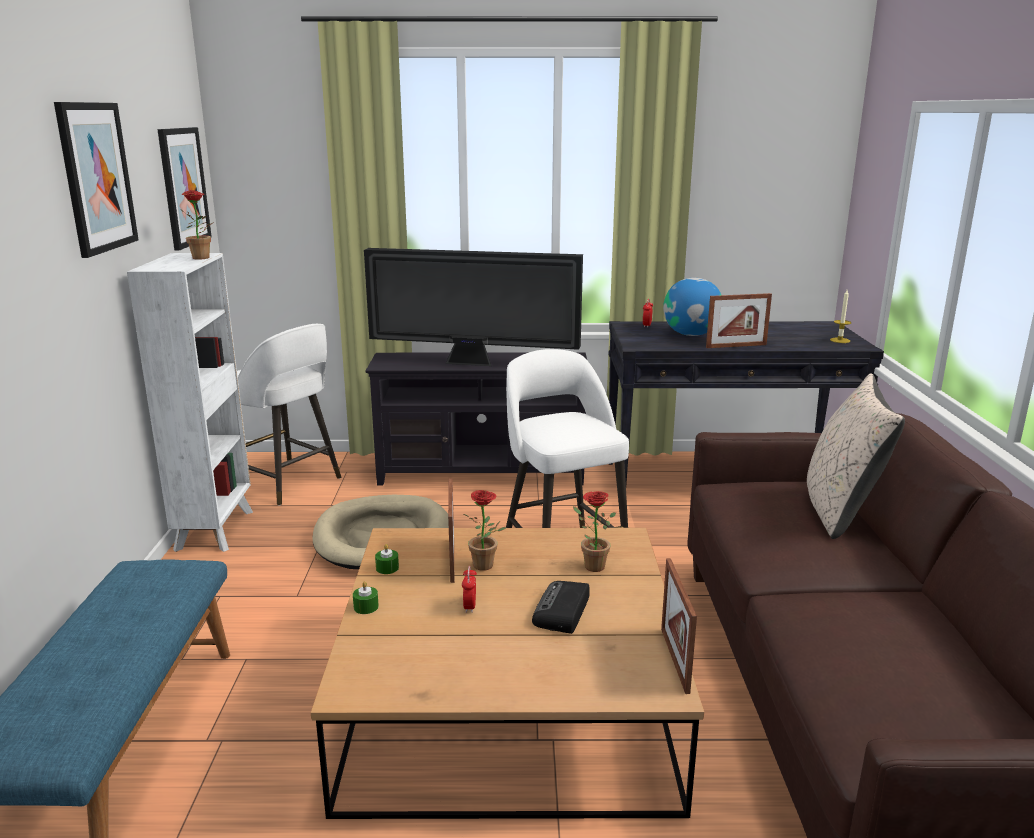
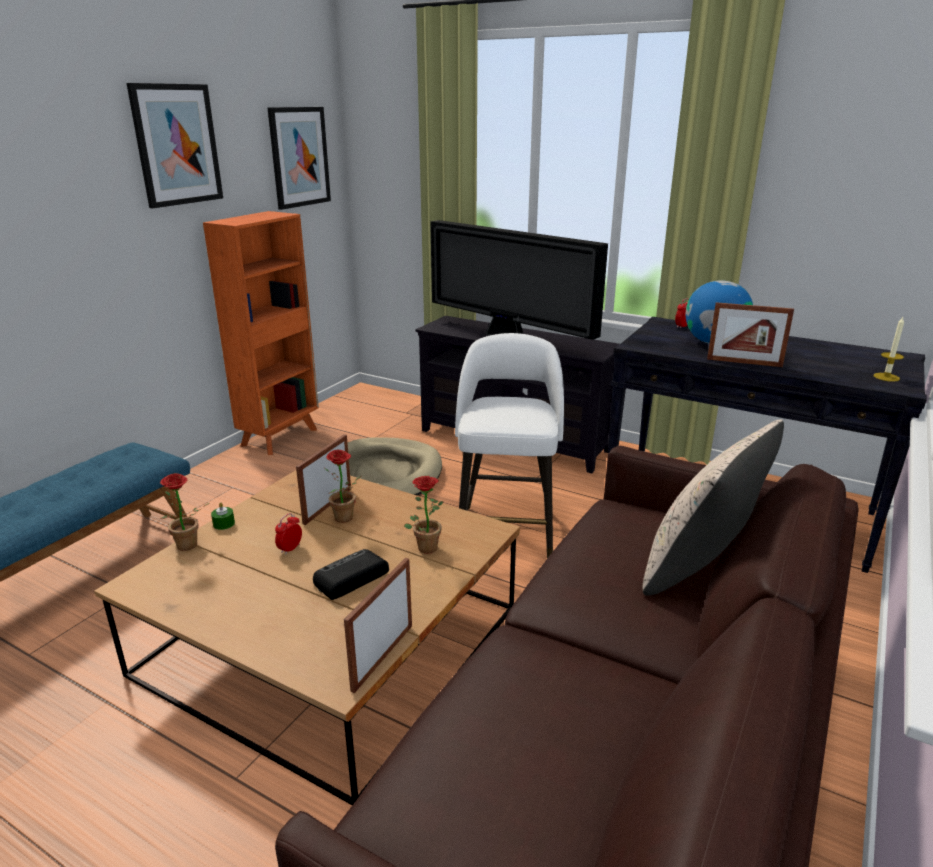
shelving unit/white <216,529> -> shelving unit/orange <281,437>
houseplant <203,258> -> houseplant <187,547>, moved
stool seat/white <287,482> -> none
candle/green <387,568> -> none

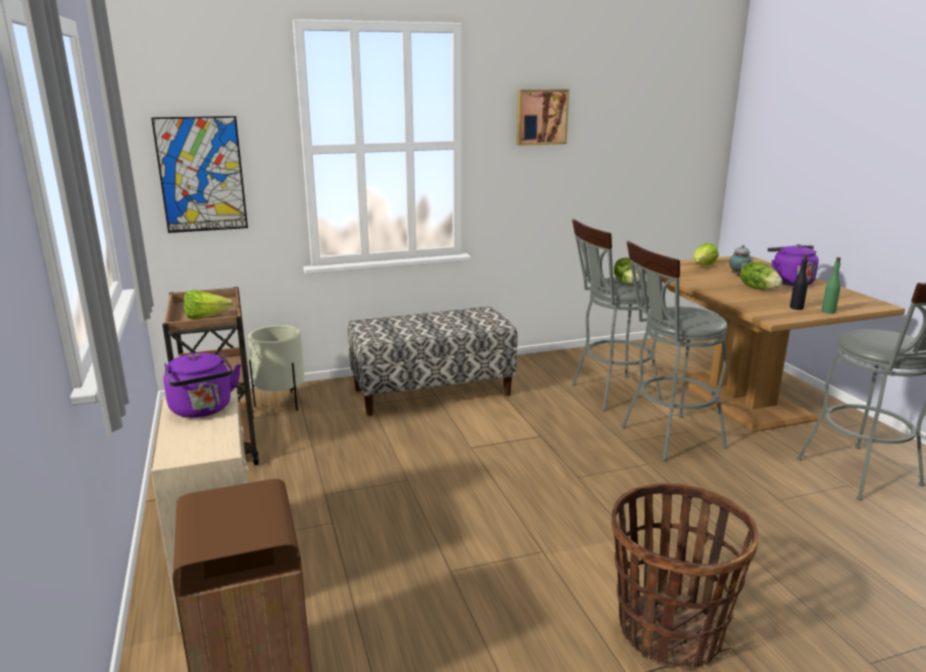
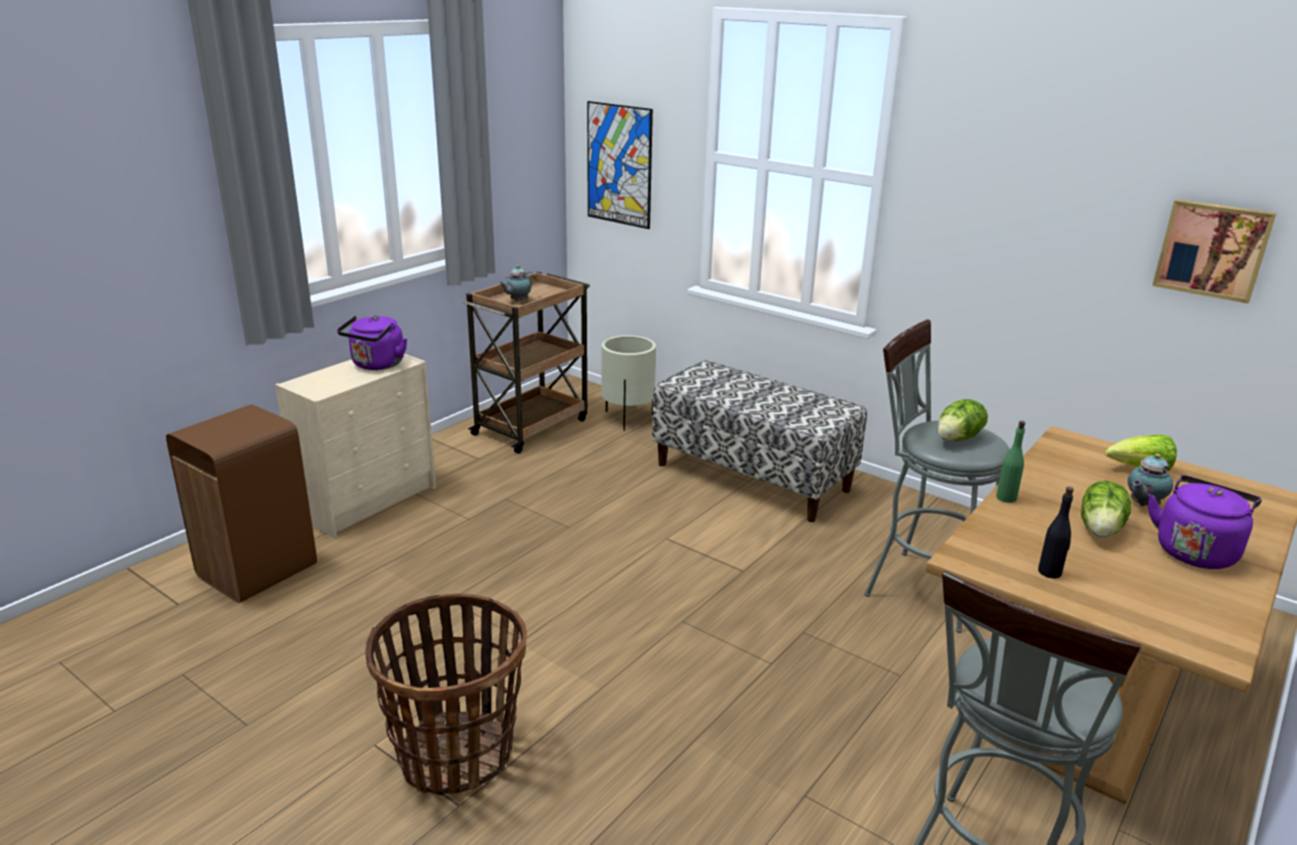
head of lettuce <206,317> -> tea pot <518,301>
wall art <541,117> -> wall art <1212,249>, moved
stool seat/grey <665,438> -> none
bottle/green <828,311> -> bottle/green <1006,498>, moved

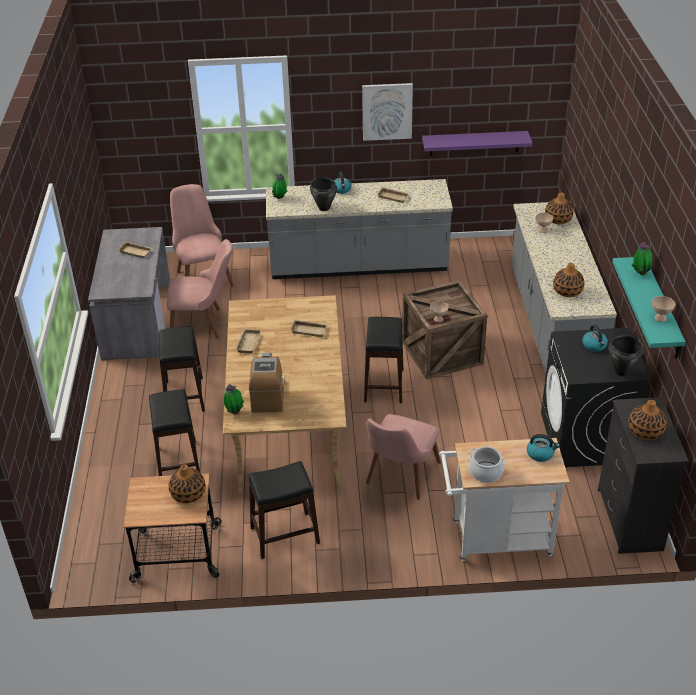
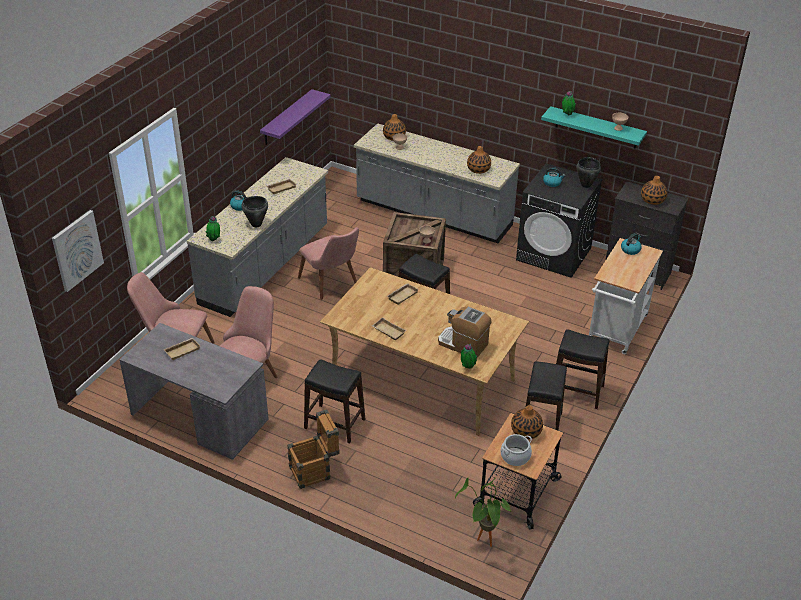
stool seat/blackish <178,463> -> stool seat/blackish <576,392>, moved
wall art <387,111> -> wall art <77,250>, moved
plain chair/pinkish <399,479> -> plain chair/pinkish <332,285>, moved
saucepot <485,472> -> saucepot <515,456>, moved
none -> crate <315,471>
none -> houseplant <483,542>

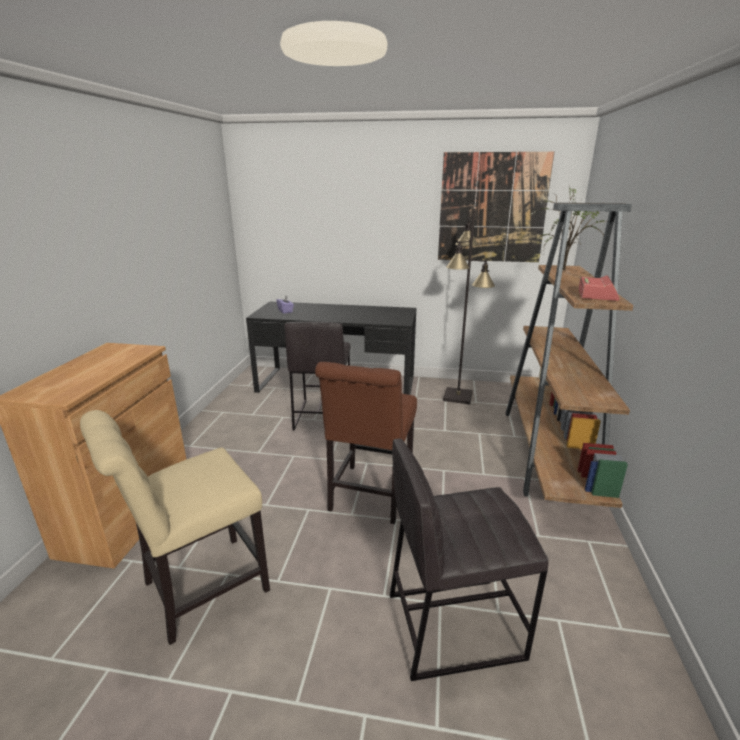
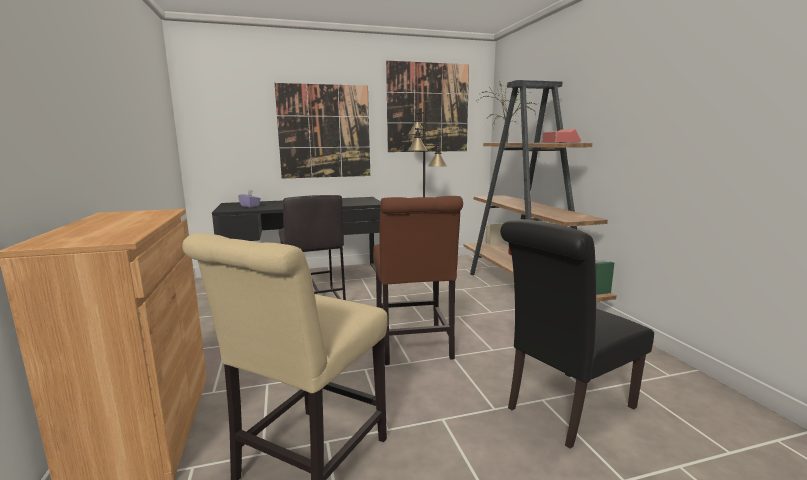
stool seat/grey <452,624> -> plain chair/blackish <565,409>
none -> wall art <324,131>

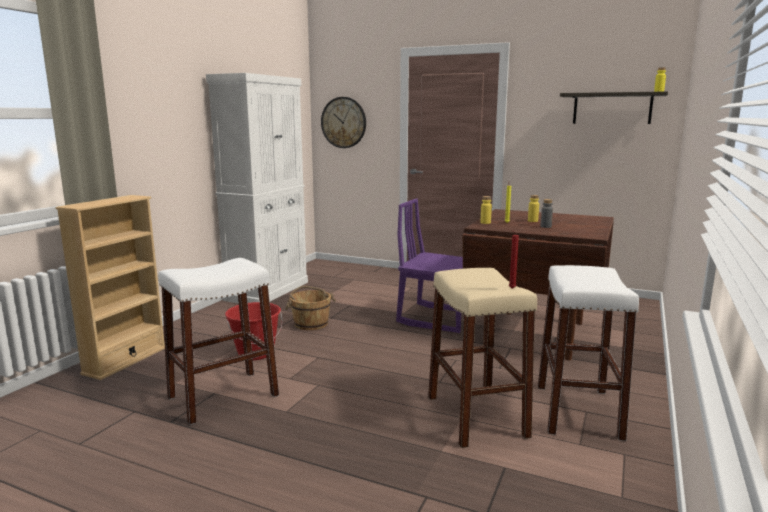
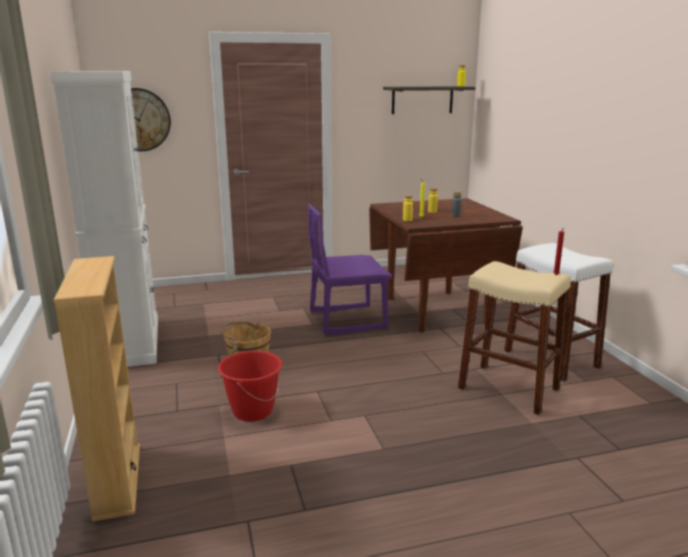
stool seat/white <223,396> -> none

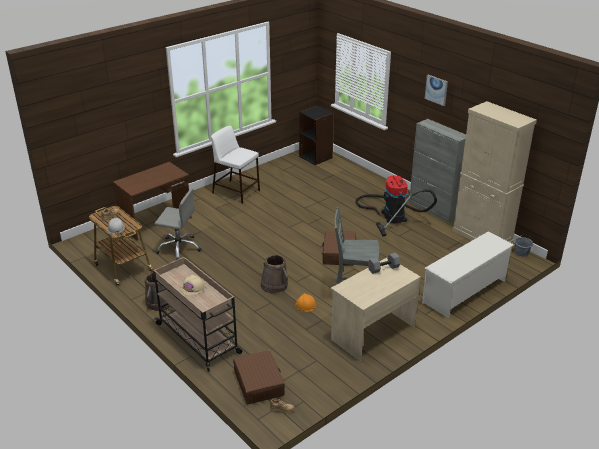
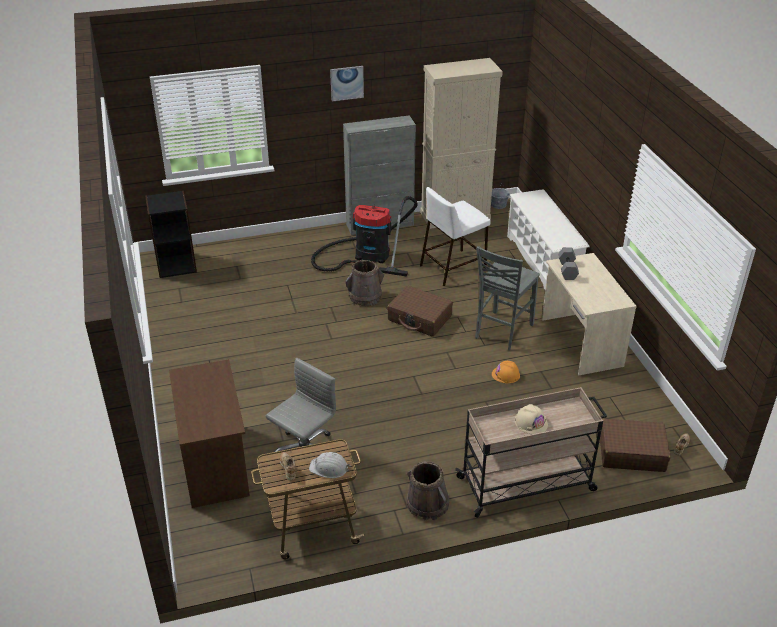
stool seat/white <236,192> -> stool seat/white <453,267>, moved
water bucket/brown-coloured <274,285> -> water bucket/brown-coloured <365,296>, moved

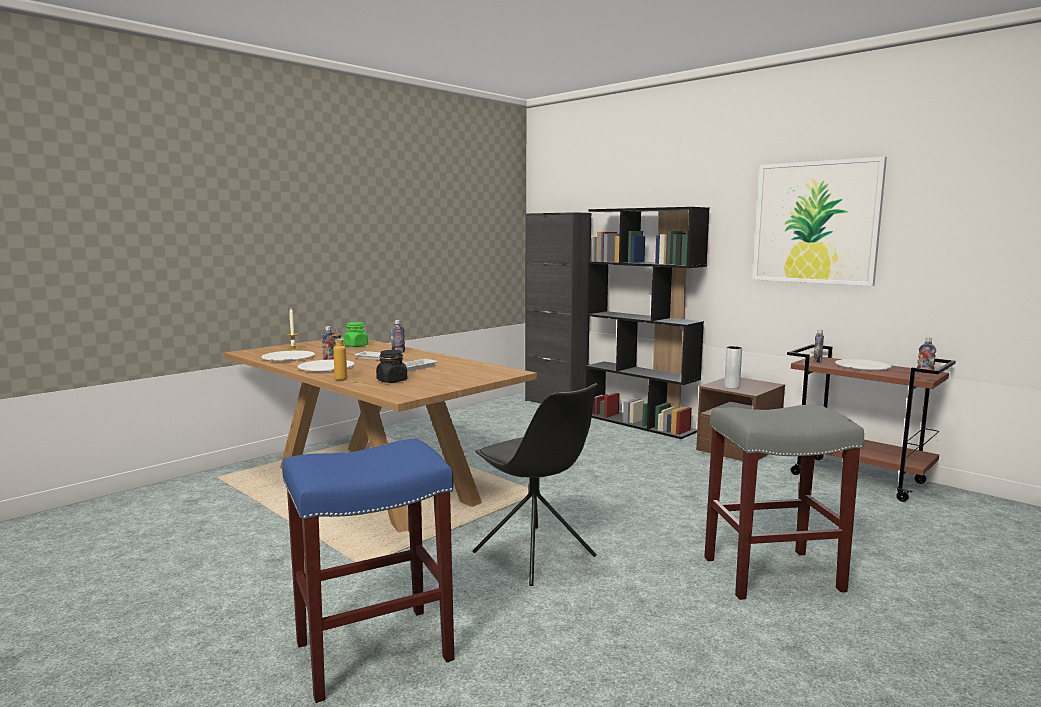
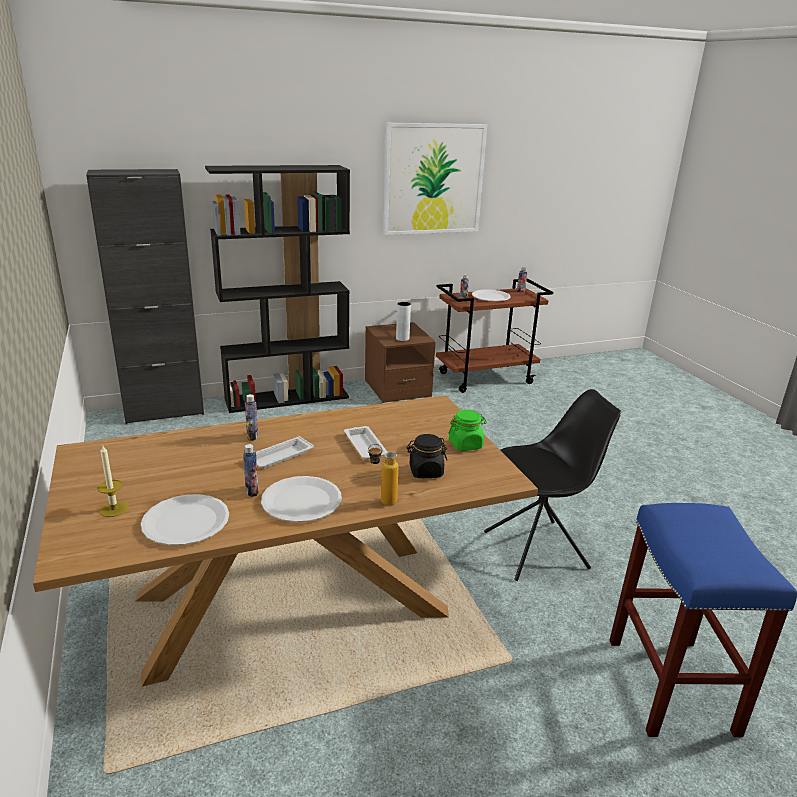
preserve jar/green <356,346> -> preserve jar/green <465,445>, moved
stool seat/grey <773,573> -> none

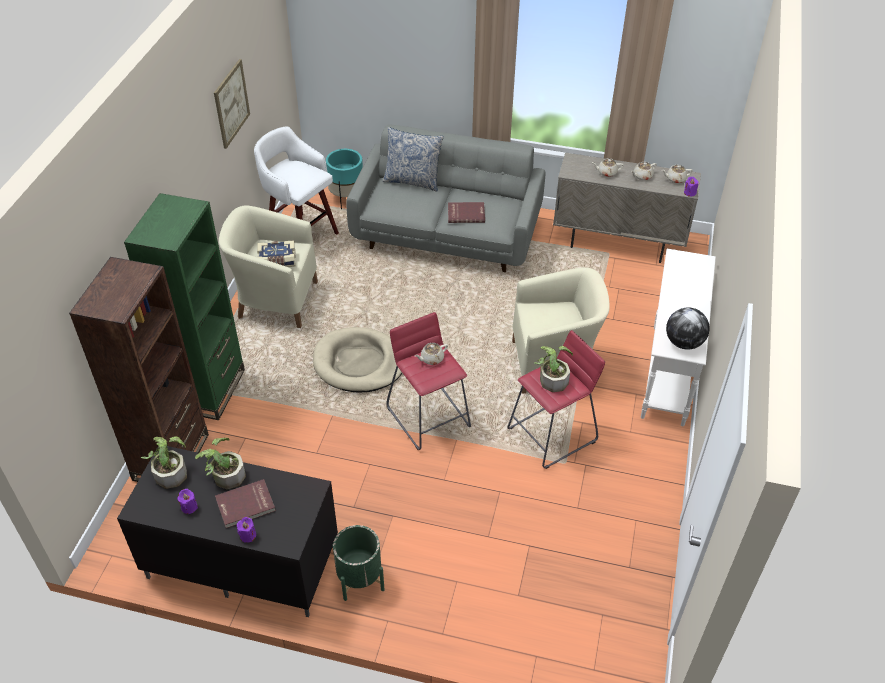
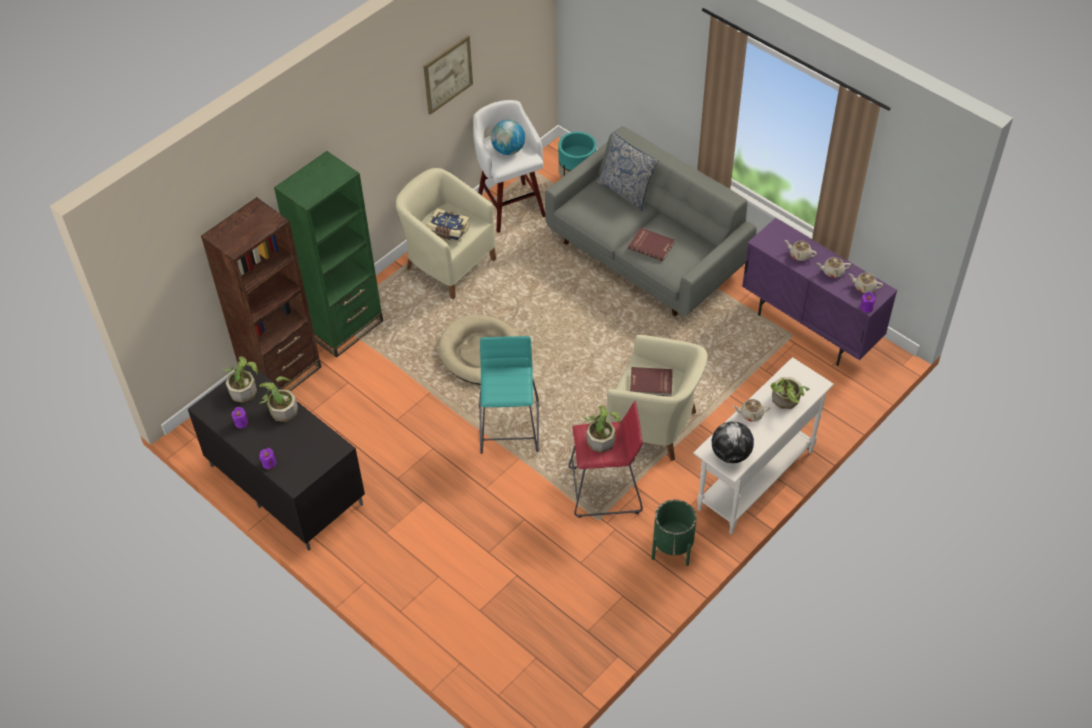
book/reddish <245,505> -> book/reddish <651,383>, moved
planter/green <359,578> -> planter/green <672,547>, moved
stool seat/reddish <429,416> -> stool seat/turquoise-coloured <509,427>
tea pot/sand-coloured <431,359> -> tea pot/sand-coloured <750,414>, moved
storage cabinet/sand-coloured <618,244> -> storage cabinet/purplish <809,329>
none -> globe <508,150>
none -> houseplant <786,401>

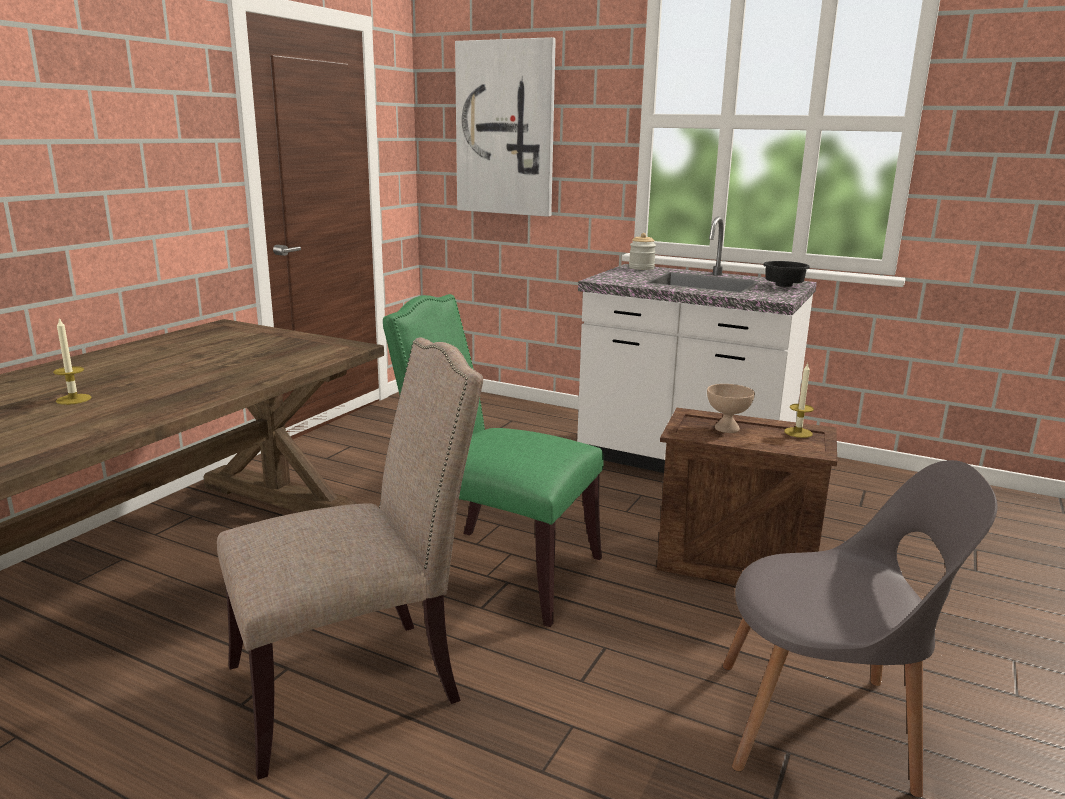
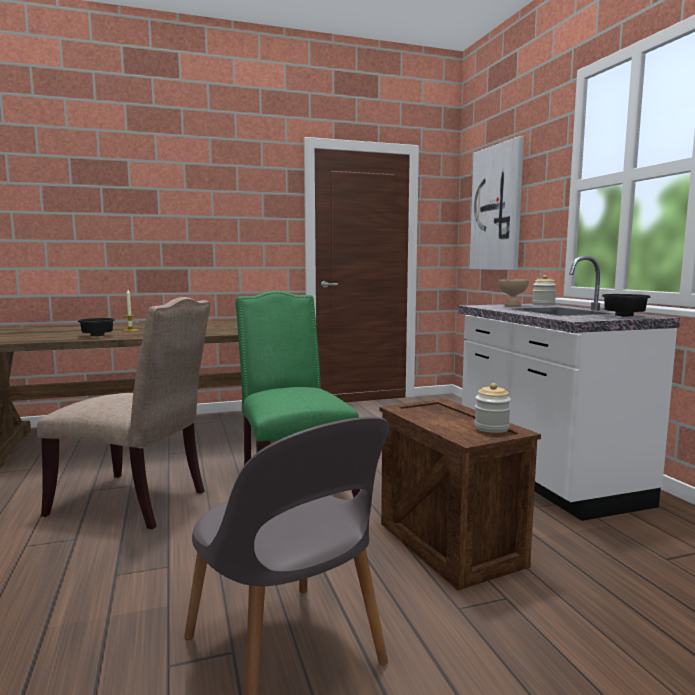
serving bowl/sand-coloured <727,429> -> serving bowl/sand-coloured <512,305>, moved
candle <798,432> -> preserve jar <491,428>
none -> serving bowl/blackish <96,336>

